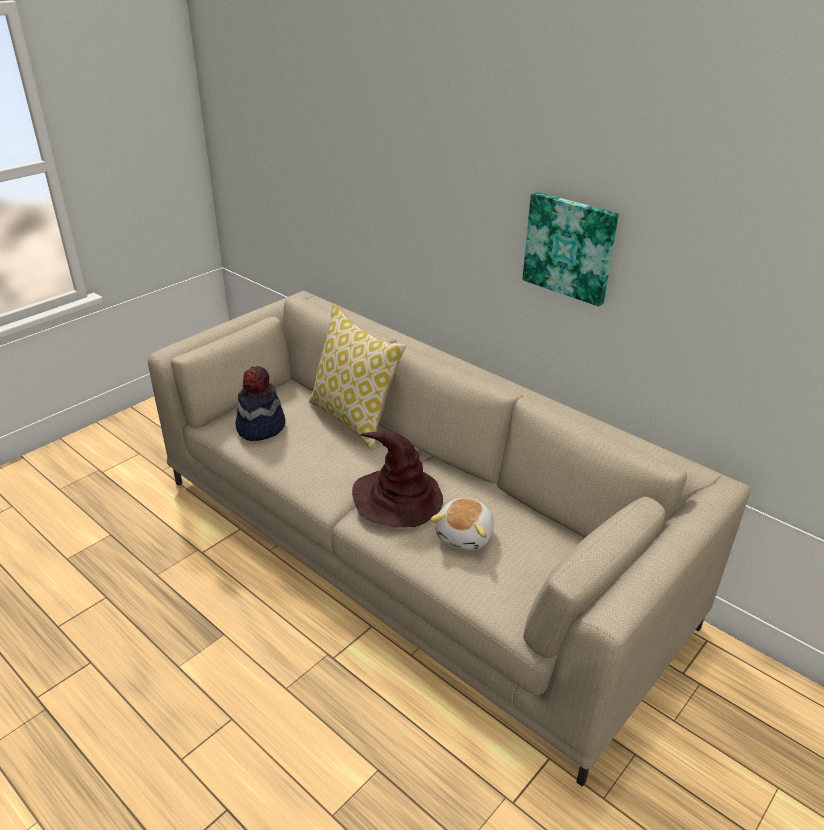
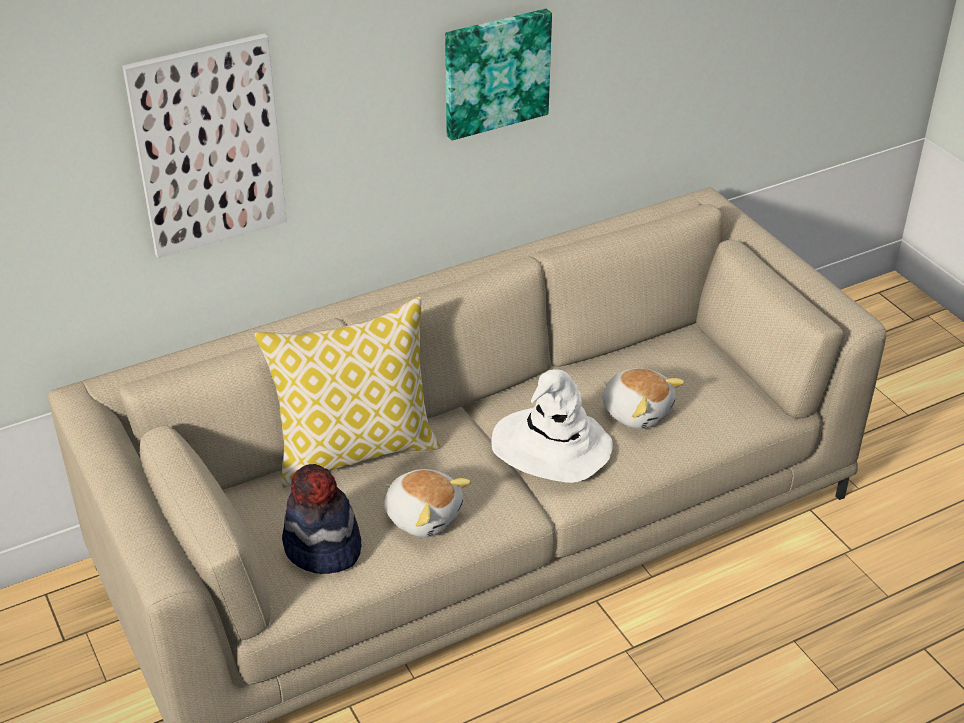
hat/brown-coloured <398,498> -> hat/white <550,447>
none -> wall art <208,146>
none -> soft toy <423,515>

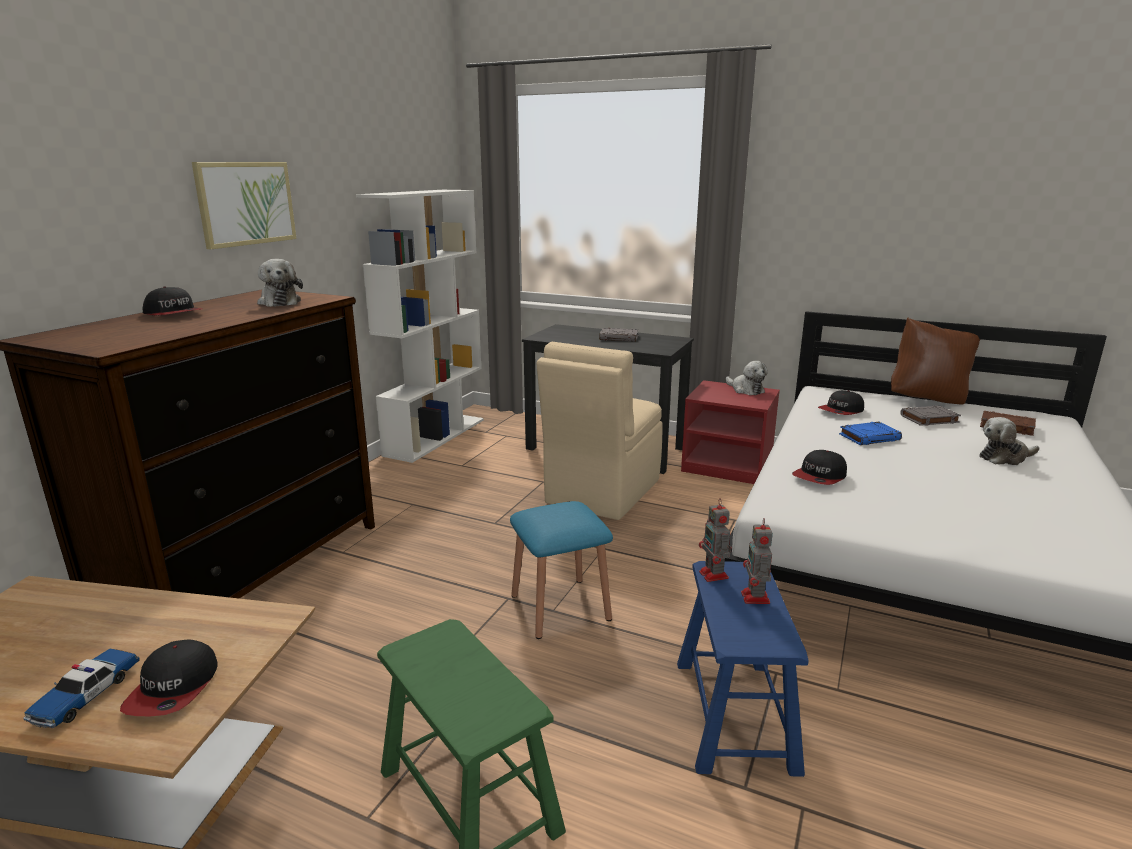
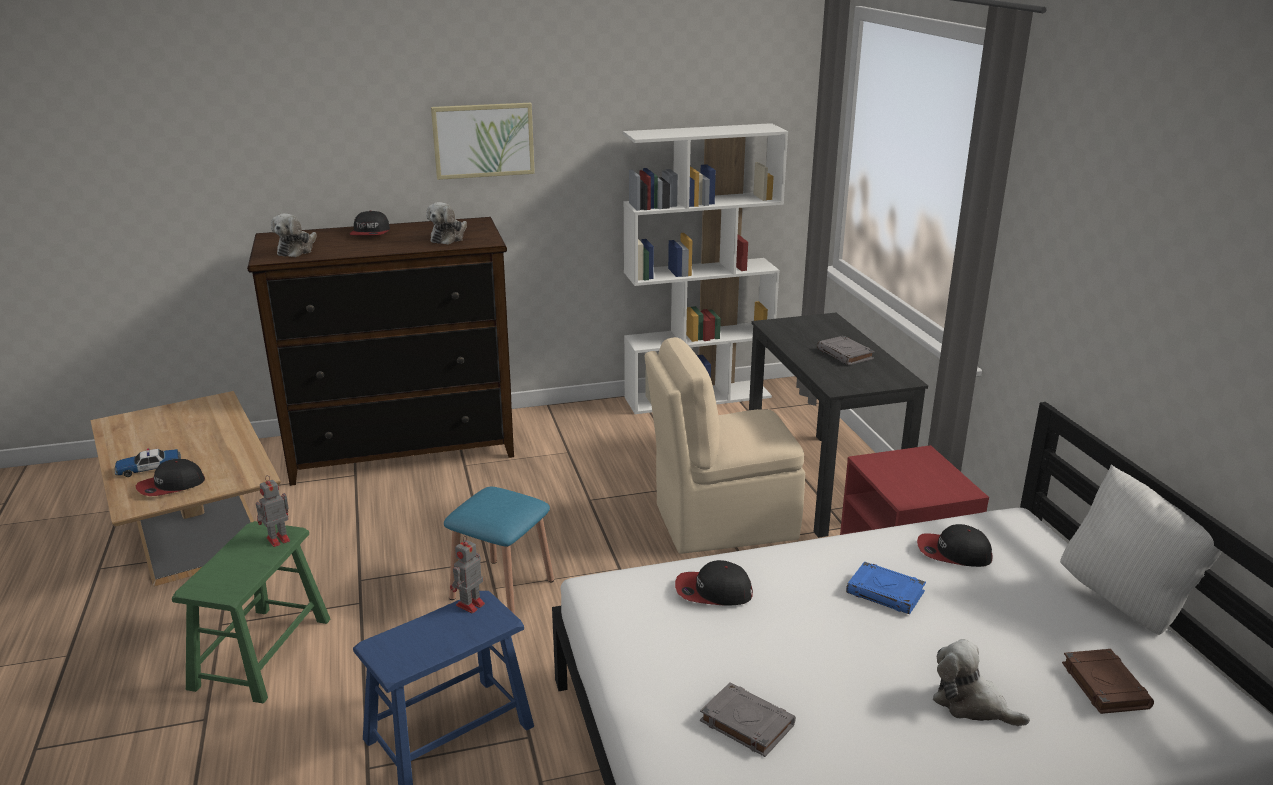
soft toy <745,390> -> soft toy <296,250>, moved
model robot <755,598> -> model robot <277,540>, moved
throw pillow/brown-coloured <927,399> -> throw pillow/white <1127,603>
book/grey <929,419> -> book/grey <745,723>, moved

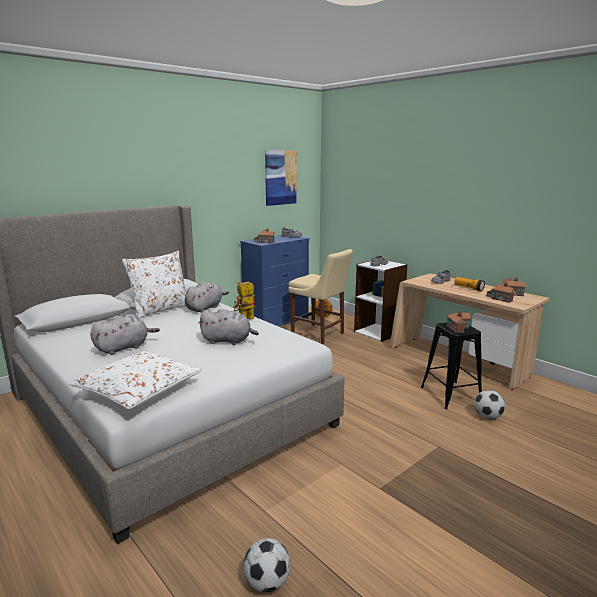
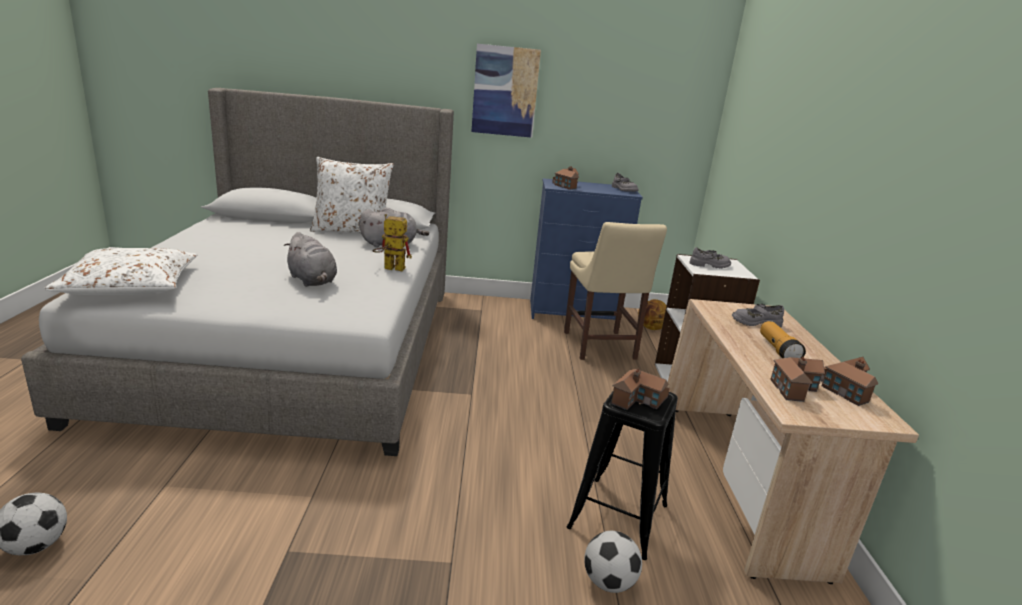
soft toy/grey <124,348> -> none
wall art <280,177> -> wall art <505,91>, moved

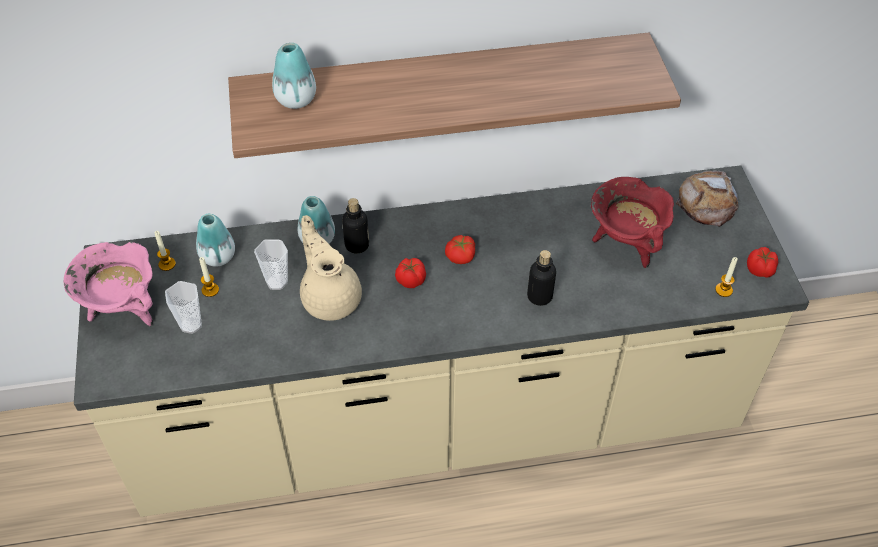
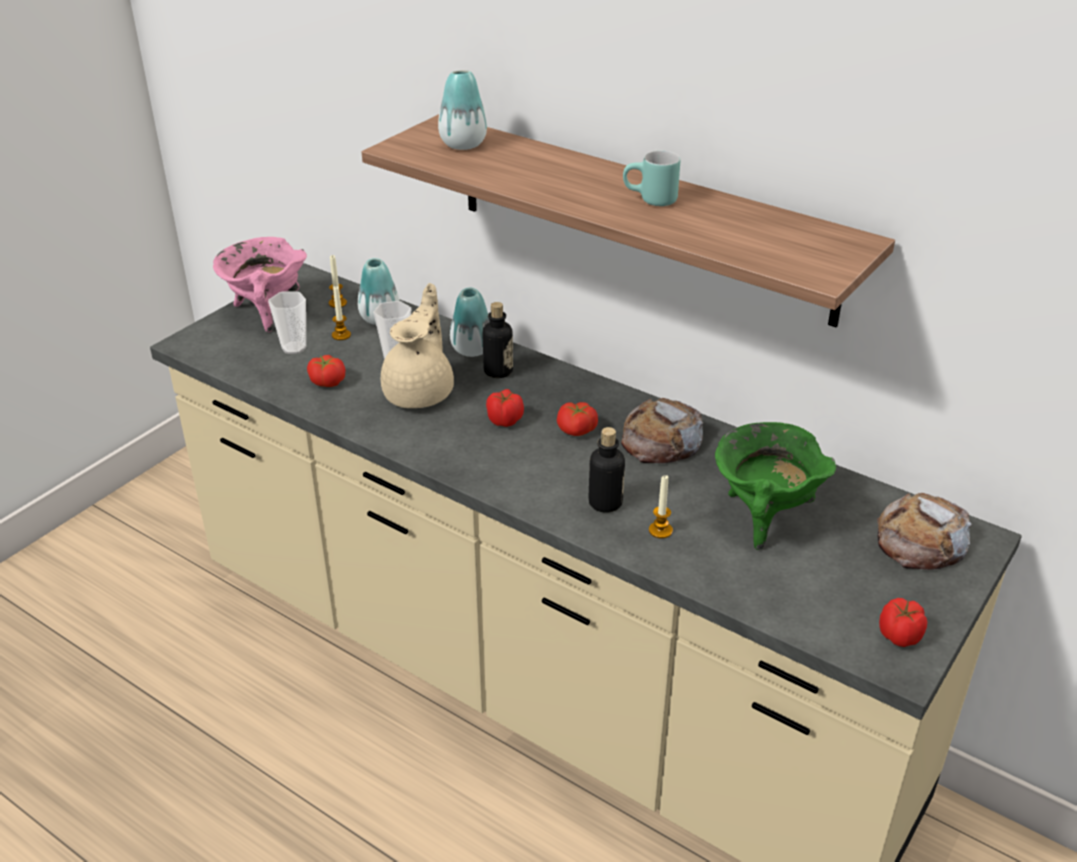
saucepot/reddish <625,244> -> saucepot/green <764,518>
candle <723,290> -> candle <660,530>, moved
none -> fresh tomato <327,381>
none -> baked bread <661,440>
none -> mug/turquoise-coloured <650,201>

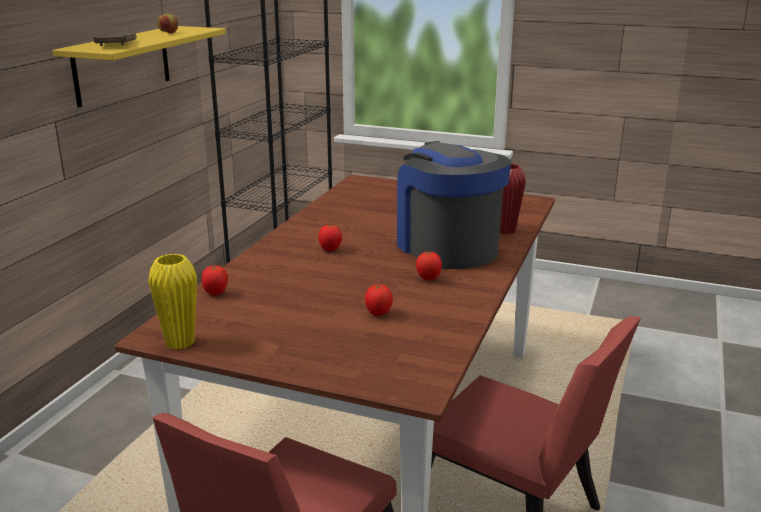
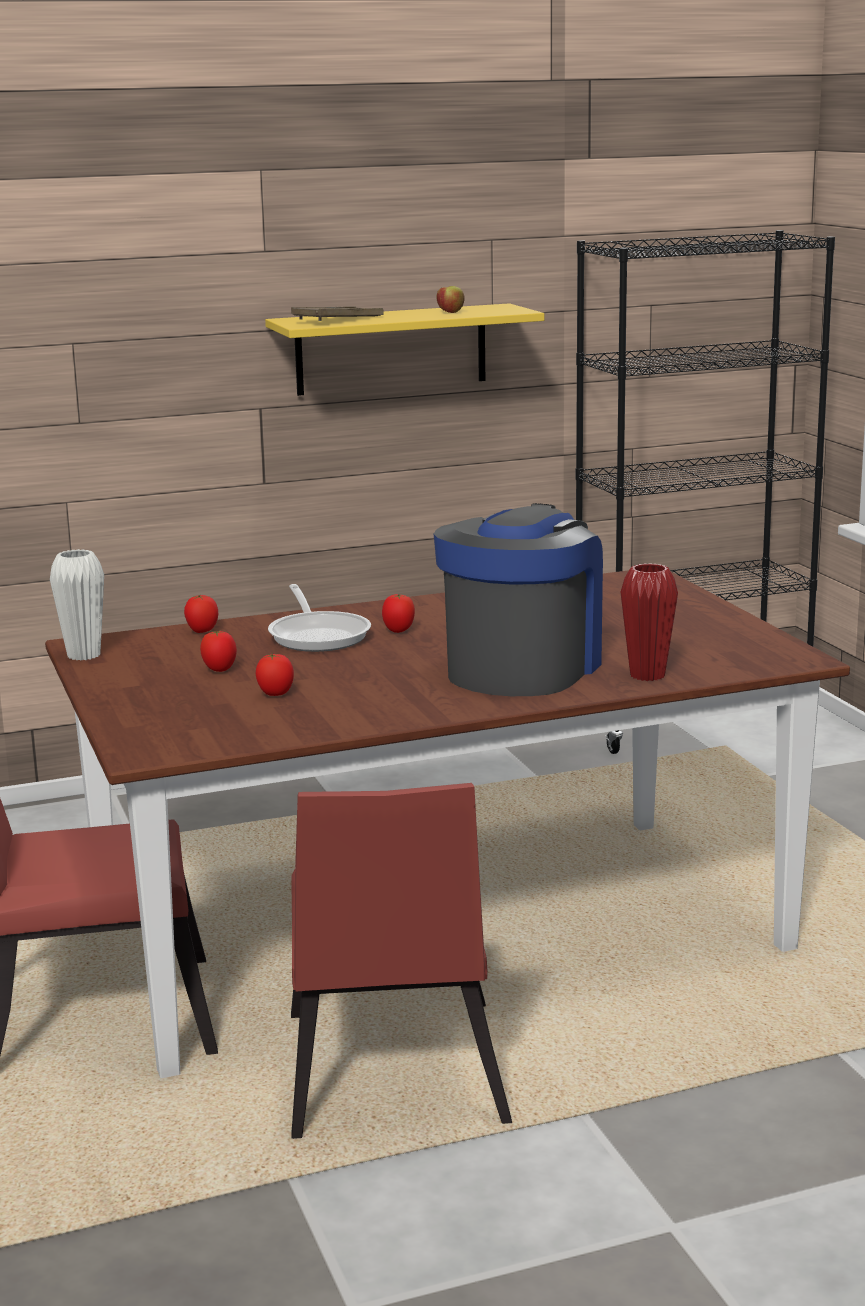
flower vase/yellow <180,342> -> flower vase/white <84,655>
fresh tomato <428,279> -> fresh tomato <219,670>, moved
none -> pan <318,635>

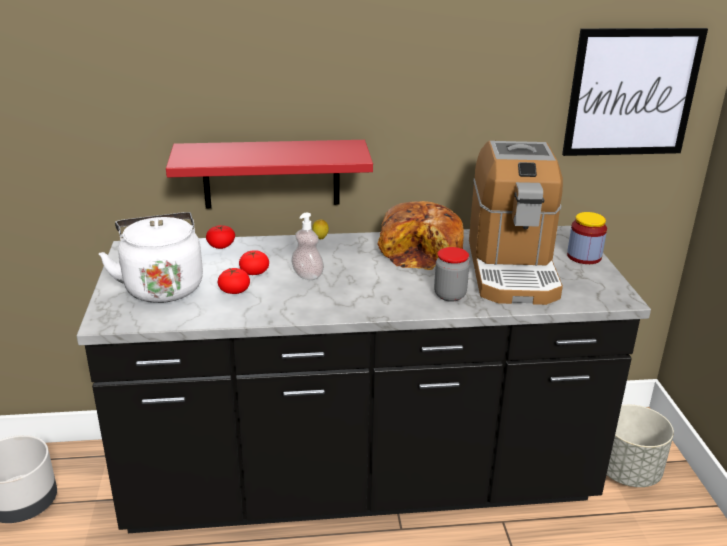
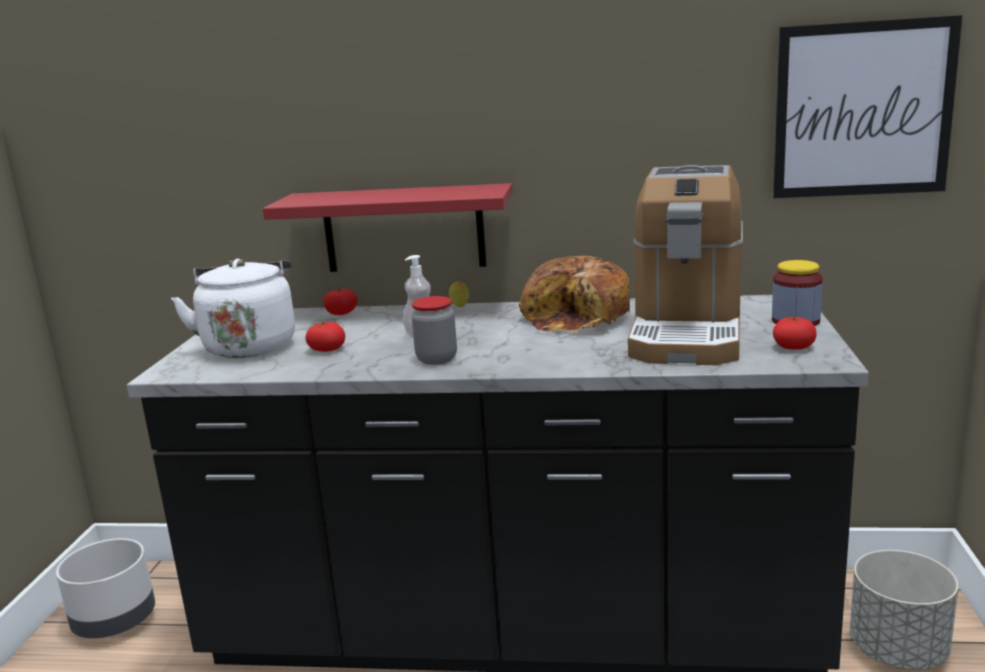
fresh tomato <254,272> -> fresh tomato <793,347>, moved
preserve jar <450,295> -> preserve jar <436,359>, moved

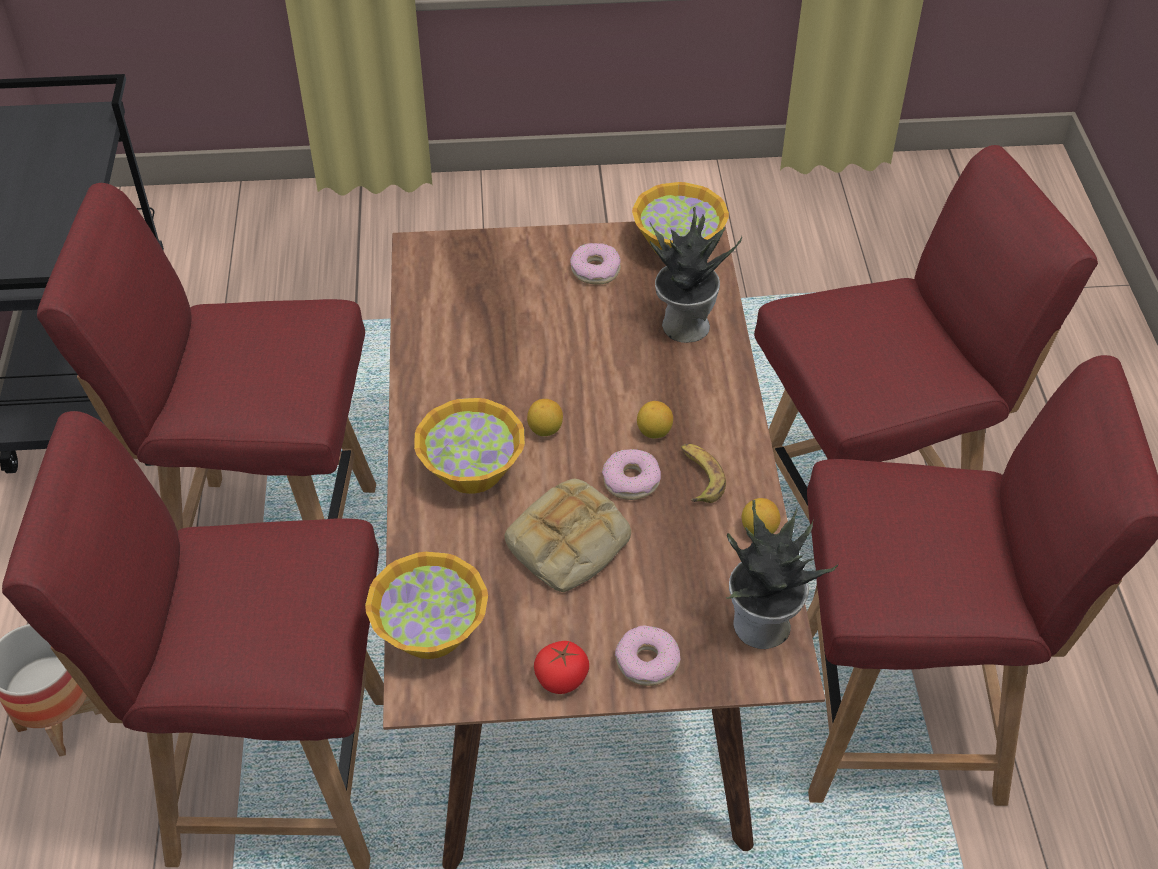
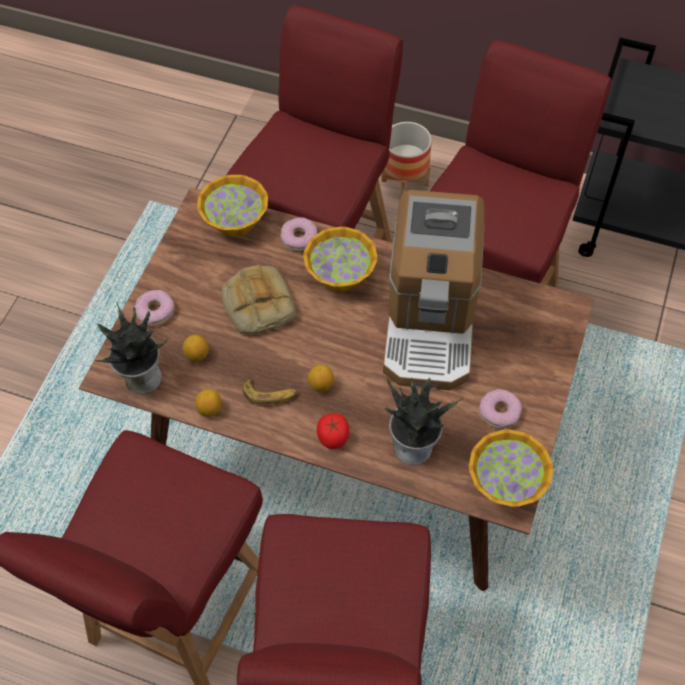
lemon <545,430> -> lemon <197,355>, moved
fresh tomato <561,678> -> fresh tomato <333,437>, moved
ring doughnut <631,481> -> ring doughnut <299,238>, moved
none -> coffee machine <430,321>

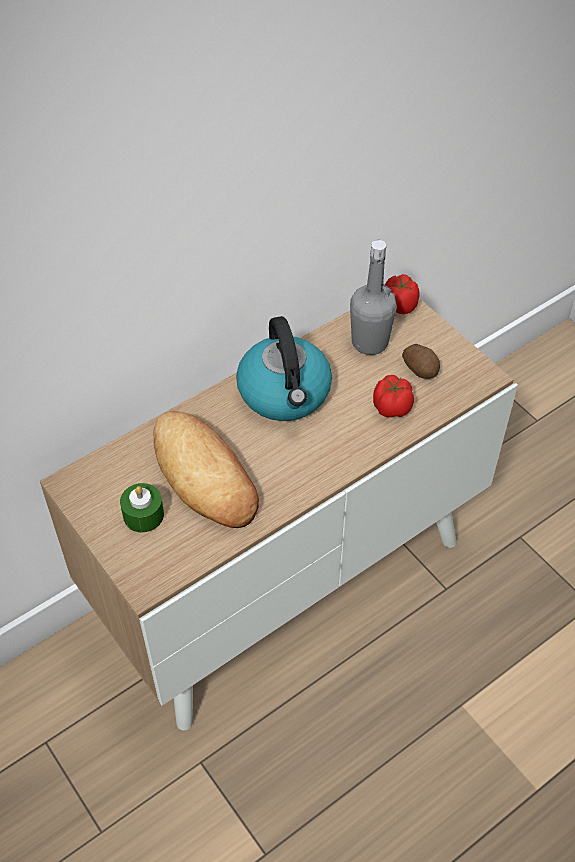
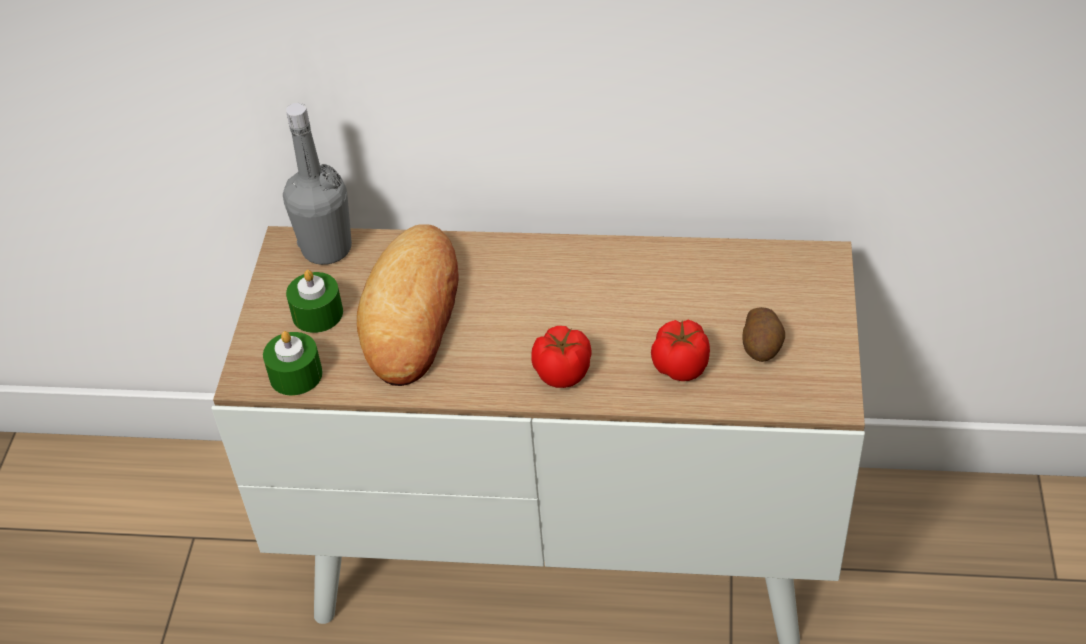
kettle <285,393> -> none
bottle/grey <369,342> -> bottle/grey <327,248>, moved
fresh tomato <399,305> -> fresh tomato <564,372>, moved
none -> candle/green <296,375>

